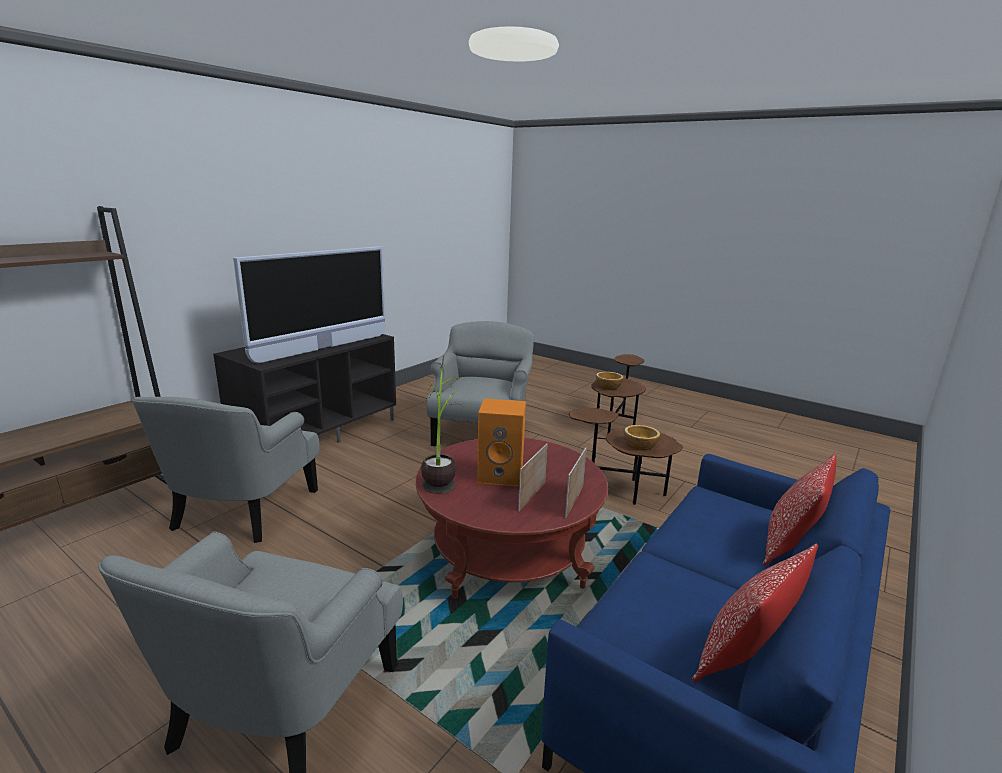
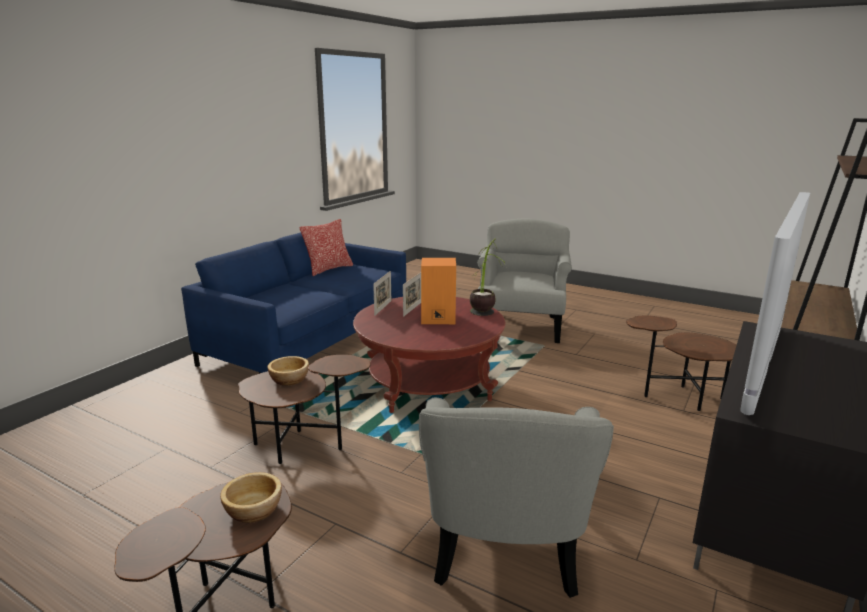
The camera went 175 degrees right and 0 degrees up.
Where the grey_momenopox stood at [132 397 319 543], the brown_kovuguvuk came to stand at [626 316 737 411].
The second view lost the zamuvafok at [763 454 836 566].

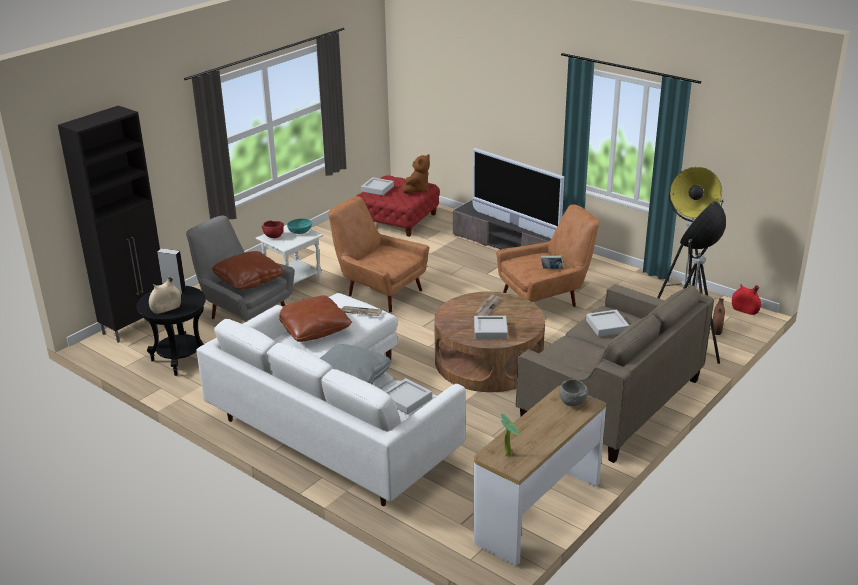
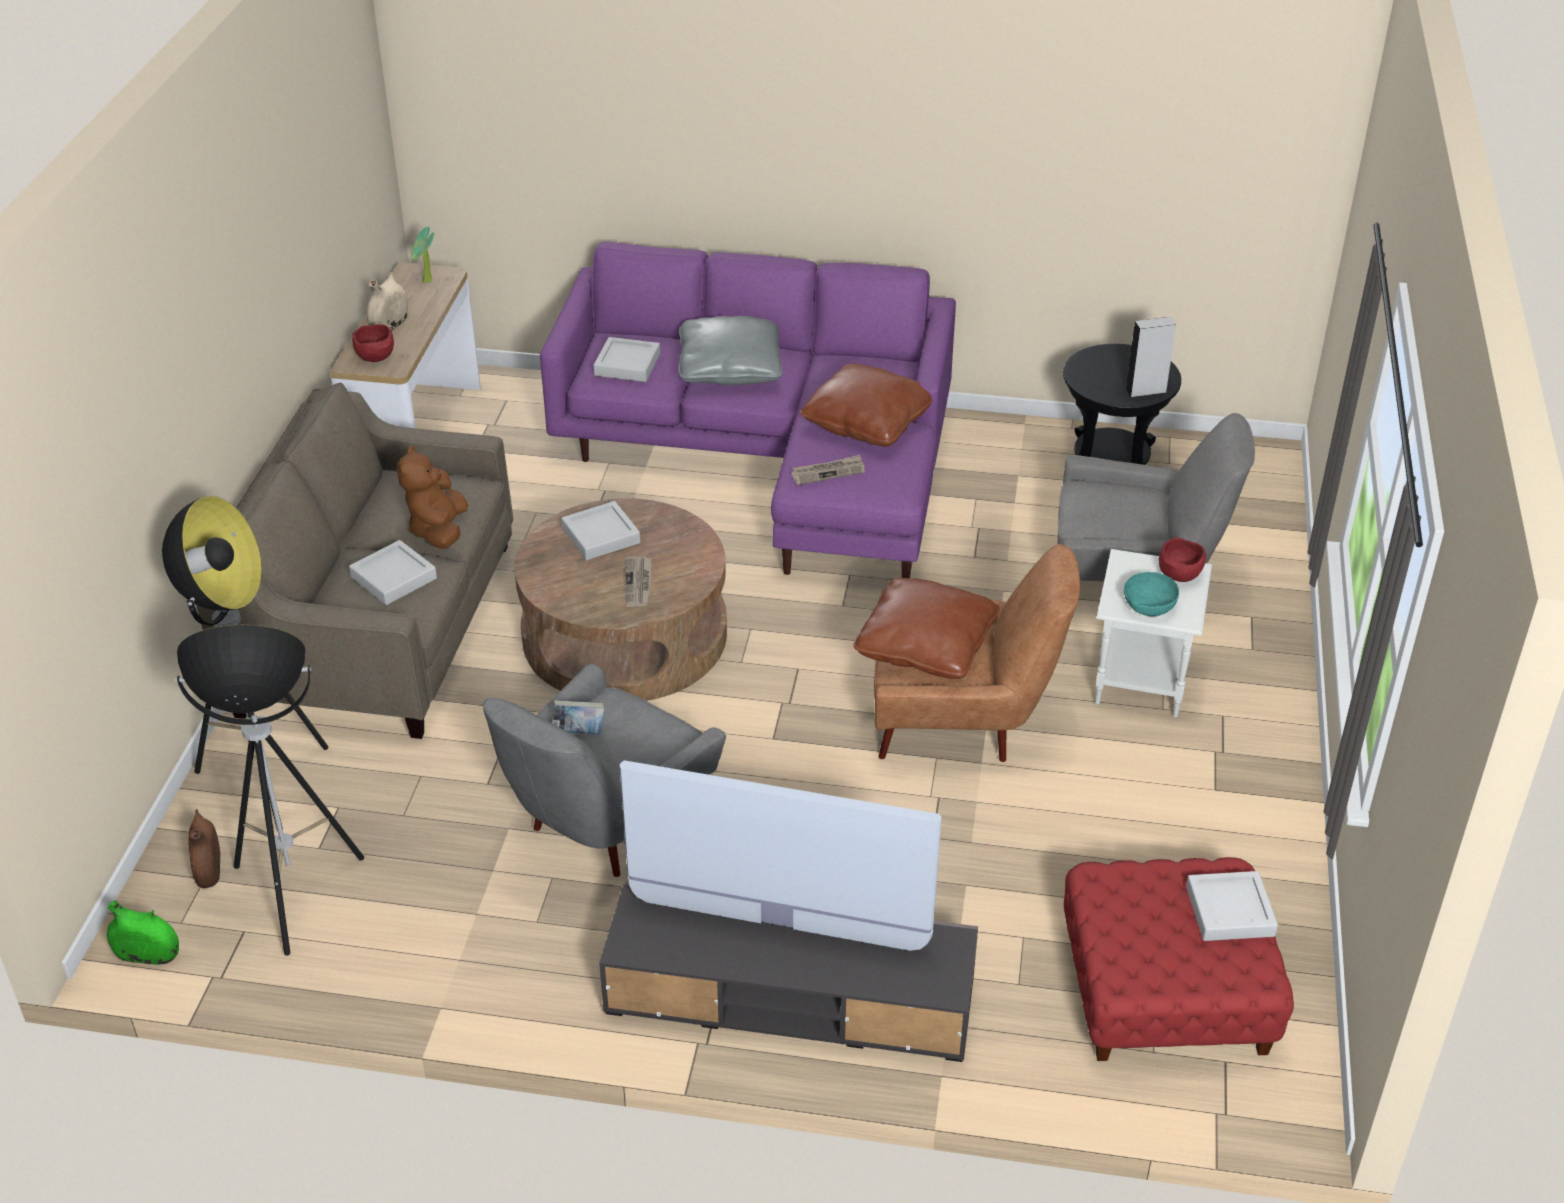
The camera went 150 degrees right and 10 degrees up.
The second view lost the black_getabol at [58 106 162 343].
The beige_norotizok ended up elsewhere, having gone from [149 276 181 314] to [367 272 408 331].
What was the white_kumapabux at [196 293 466 506] turned into the purple_kumapabux at [540 242 956 578].
The brown_zamuvafok ended up elsewhere, having gone from [212 251 284 290] to [853 578 1000 679].
The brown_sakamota ended up elsewhere, having gone from [402 154 430 194] to [397 446 468 549].
What was the brown_momenopox at [496 204 599 307] turned into the grey_momenopox at [483 664 726 877].
What was the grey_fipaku at [559 379 588 407] turned into the red_fipaku at [352 324 394 362].
What was the red_norotizok at [732 284 761 315] turned into the green_norotizok at [107 900 179 965].

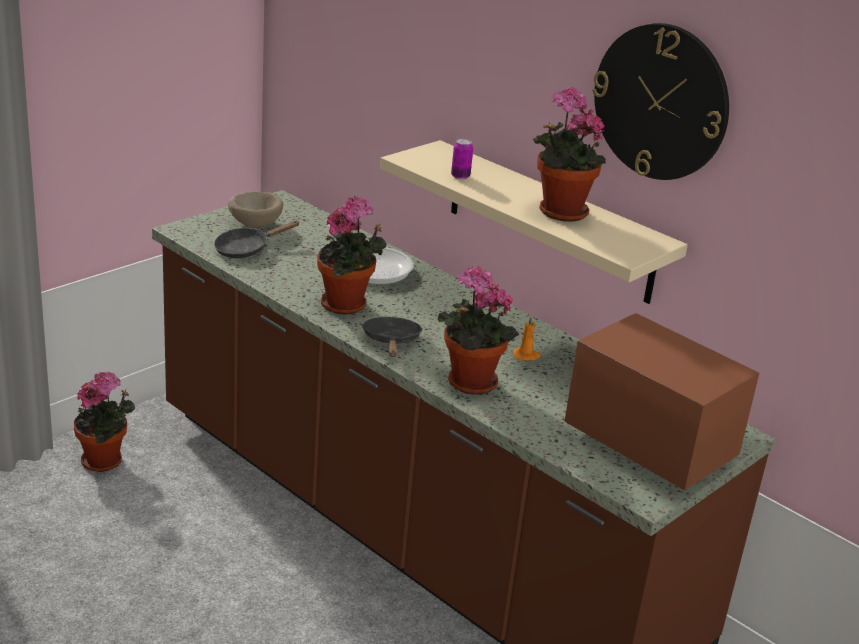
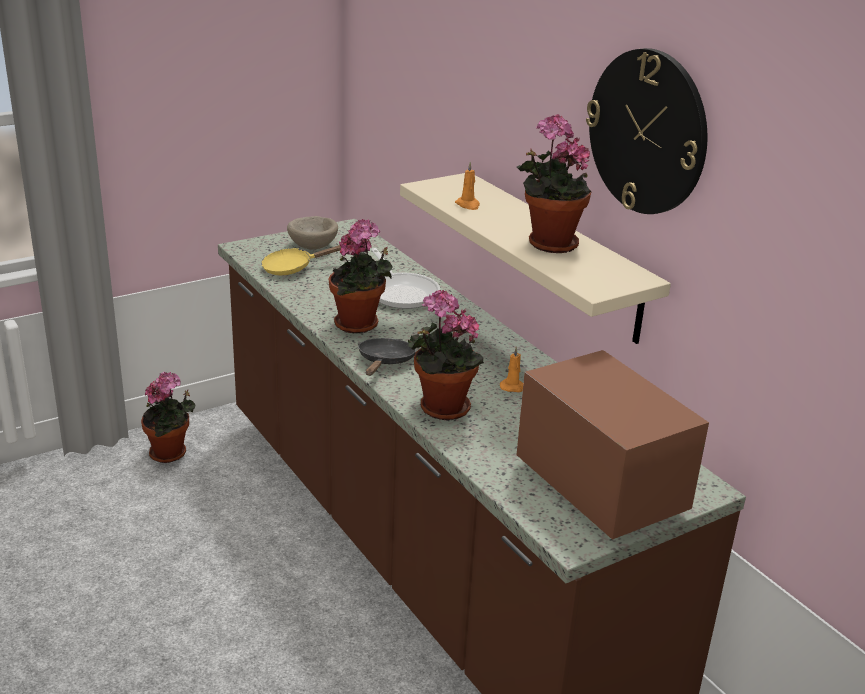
The camera went 15 degrees right and 0 degrees up.
What was the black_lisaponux at [214 221 300 258] turned into the yellow_lisaponux at [261 245 341 275].
Where the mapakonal stood at [451 139 473 179], the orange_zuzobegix came to stand at [455 162 480 210].

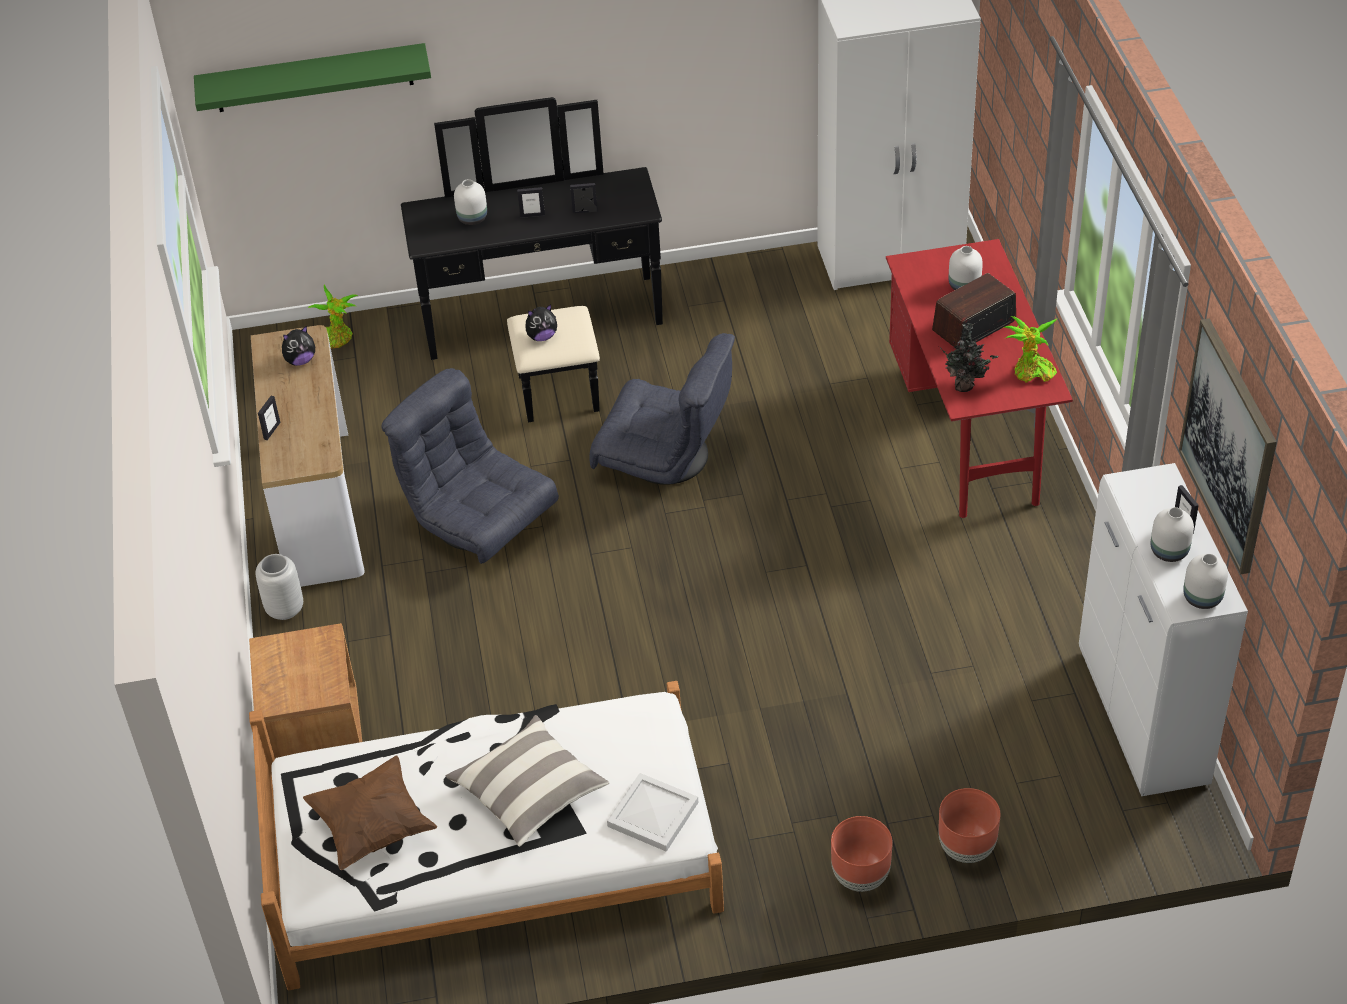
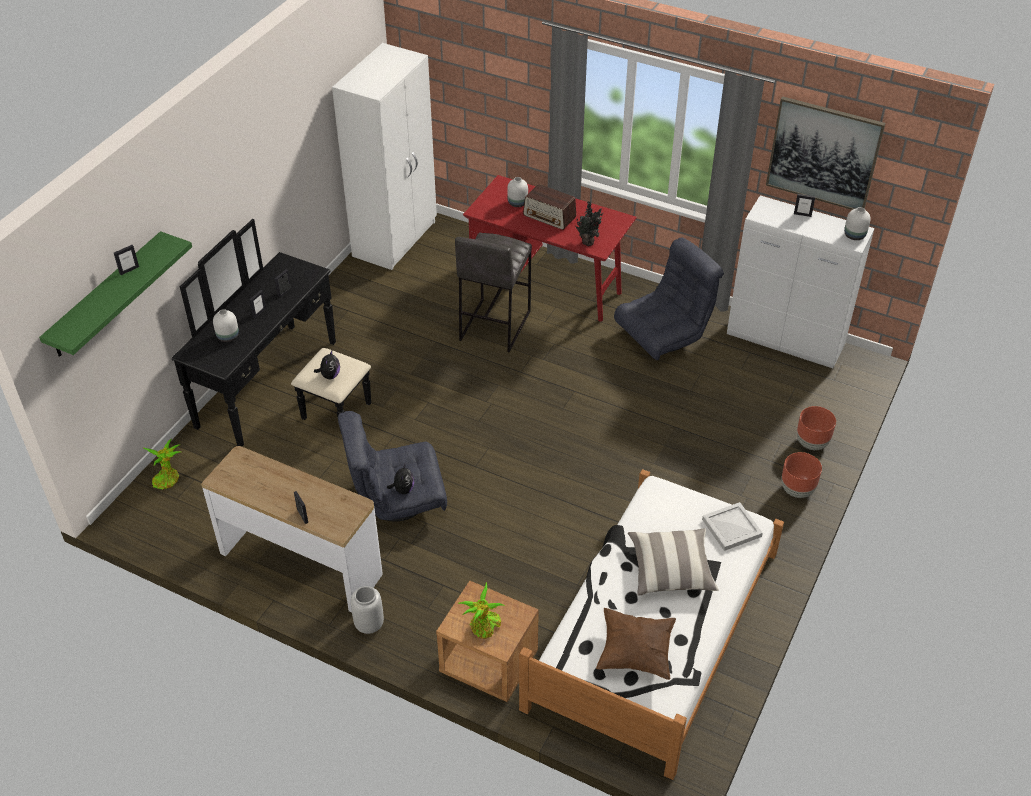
The camera went 55 degrees left and 0 degrees up.
The sakamota ended up elsewhere, having gone from [282 325 315 366] to [387 464 414 494].
The grey_momenopox ended up elsewhere, having gone from [589 333 735 485] to [614 237 724 360].
The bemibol at [932 273 1016 347] ended up facing another way, 60 degrees counterclockwise from before.
The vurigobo ended up elsewhere, having gone from [1004 316 1058 383] to [458 582 505 639].
The second view lost the white_norotizok at [1151 507 1194 562].
The second view gained the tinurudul at [114 245 139 275].
The second view gained the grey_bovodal at [455 232 532 353].

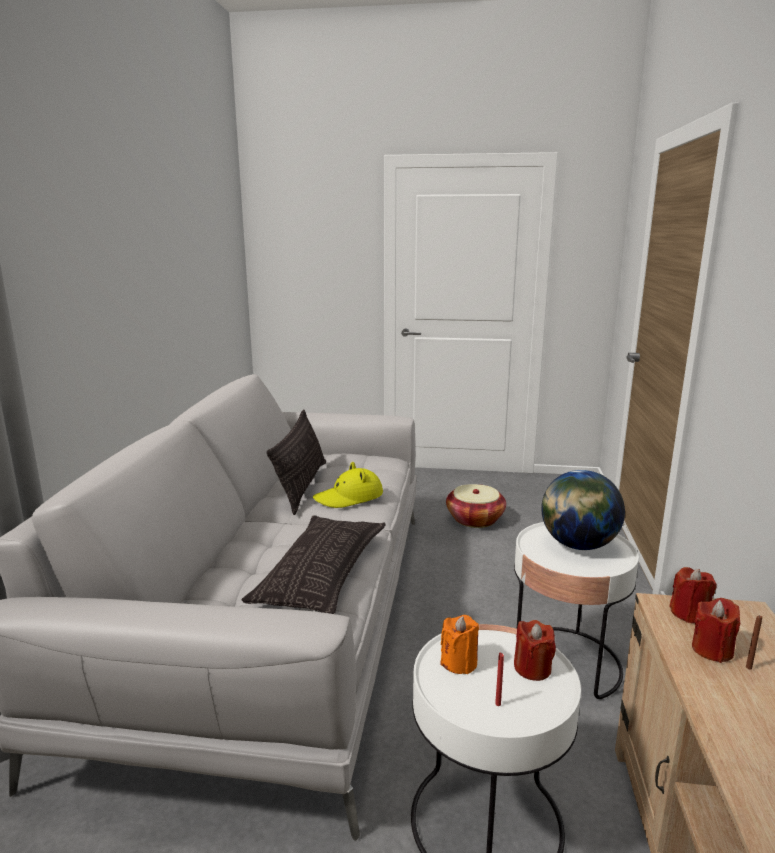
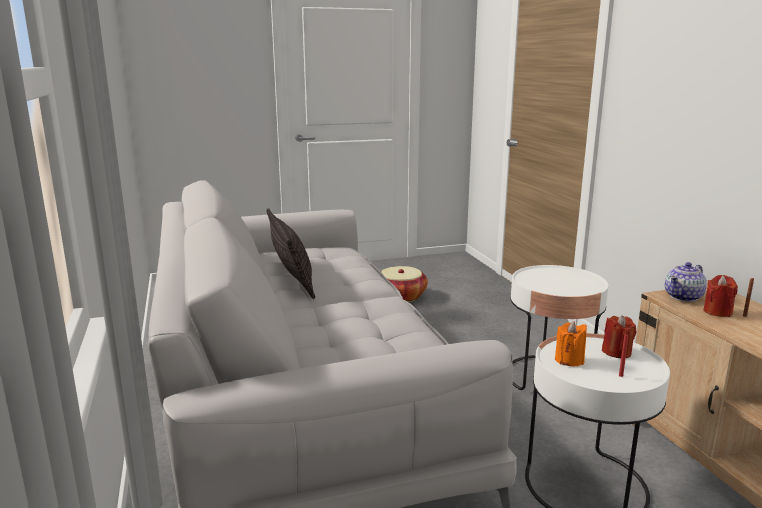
The camera went 25 degrees left and 0 degrees up.
The second view lost the zamuvafok at [242 515 385 614].
The second view lost the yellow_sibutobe at [313 462 383 508].
The second view lost the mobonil at [541 470 625 550].
Where the red_zuzobegix stood at [669 567 717 623], the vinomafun came to stand at [665 262 707 302].

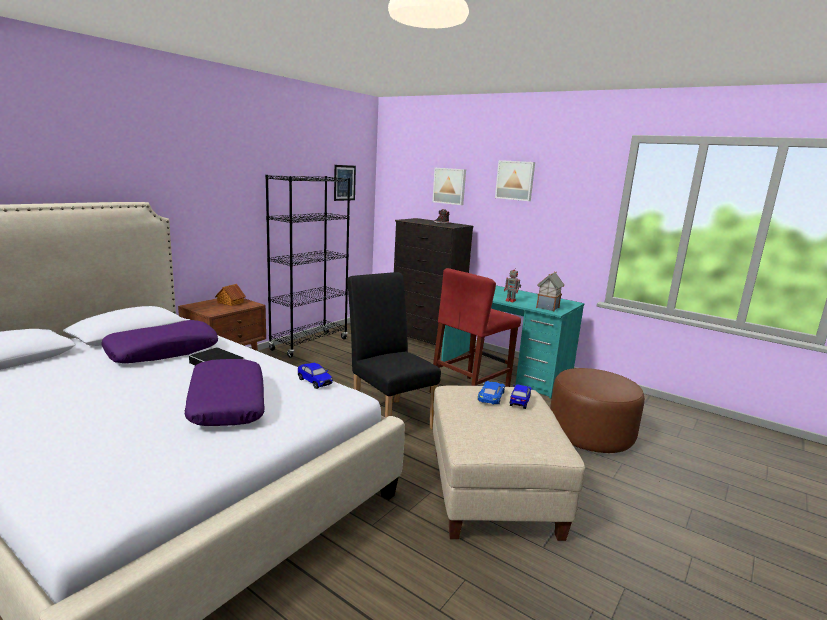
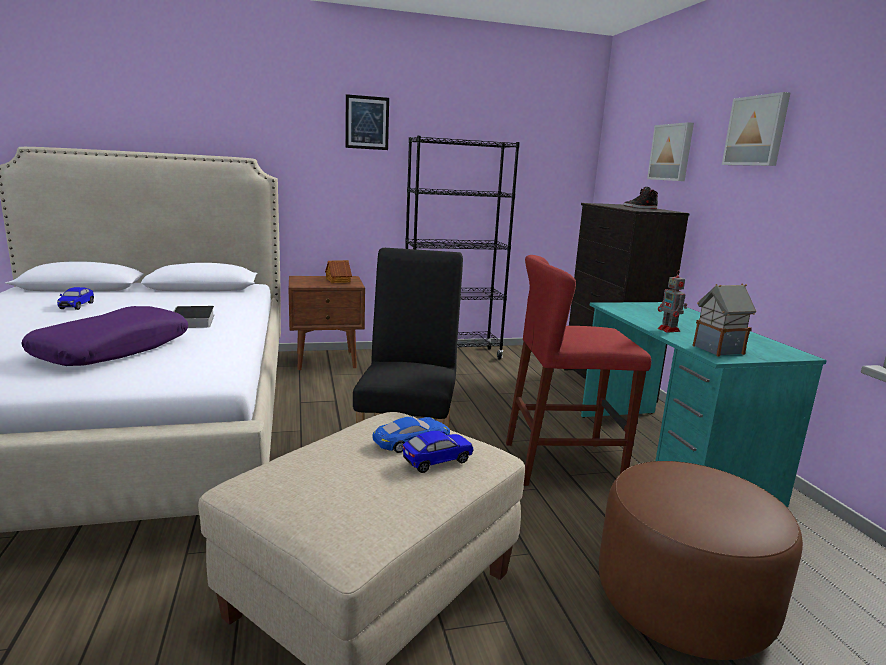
The camera went 40 degrees right and 0 degrees up.
The second view lost the purple_zamuvafok at [101 320 218 363].
The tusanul ended up elsewhere, having gone from [298 363 333 389] to [57 287 94 310].
The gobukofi ended up elsewhere, having gone from [334 165 356 201] to [345 94 389 150].

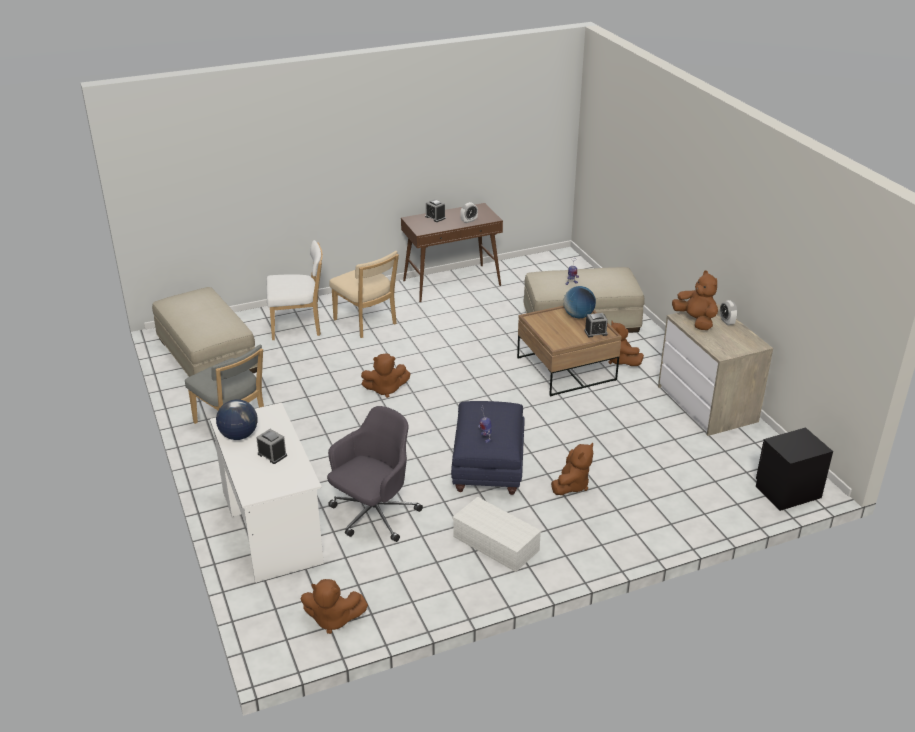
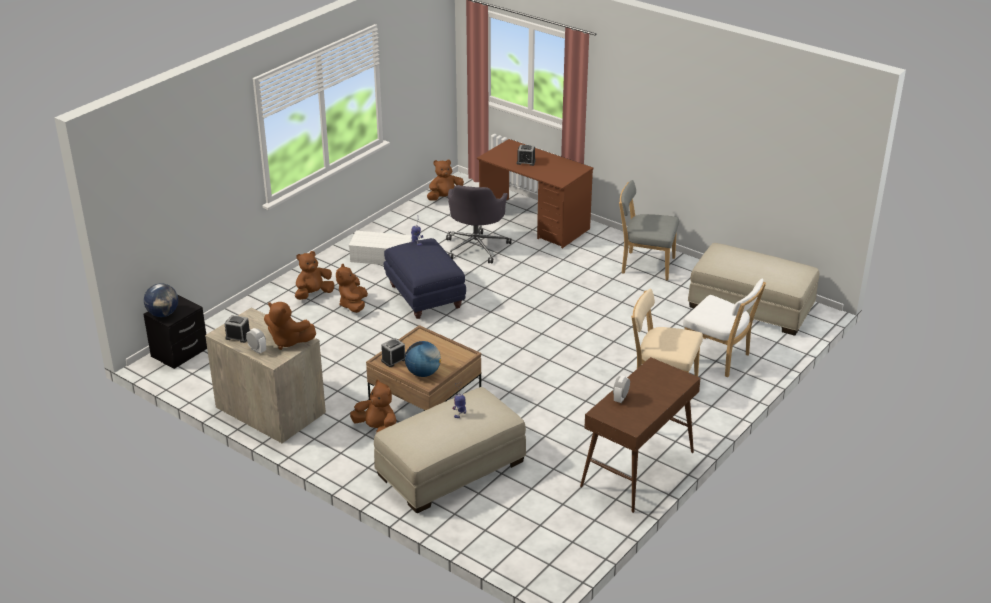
The camera went 150 degrees right and 0 degrees up.
What was the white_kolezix at [210 403 324 583] turned into the brown_kolezix at [477 139 594 248].
The mobonil ended up elsewhere, having gone from [216 399 258 440] to [144 283 178 317].
The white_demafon at [266 240 323 340] ended up facing another way, 105 degrees counterclockwise from before.
The brown_sakamota ended up elsewhere, having gone from [361 353 410 398] to [295 251 334 300].
The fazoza ended up elsewhere, having gone from [425 199 446 222] to [224 315 250 343].

